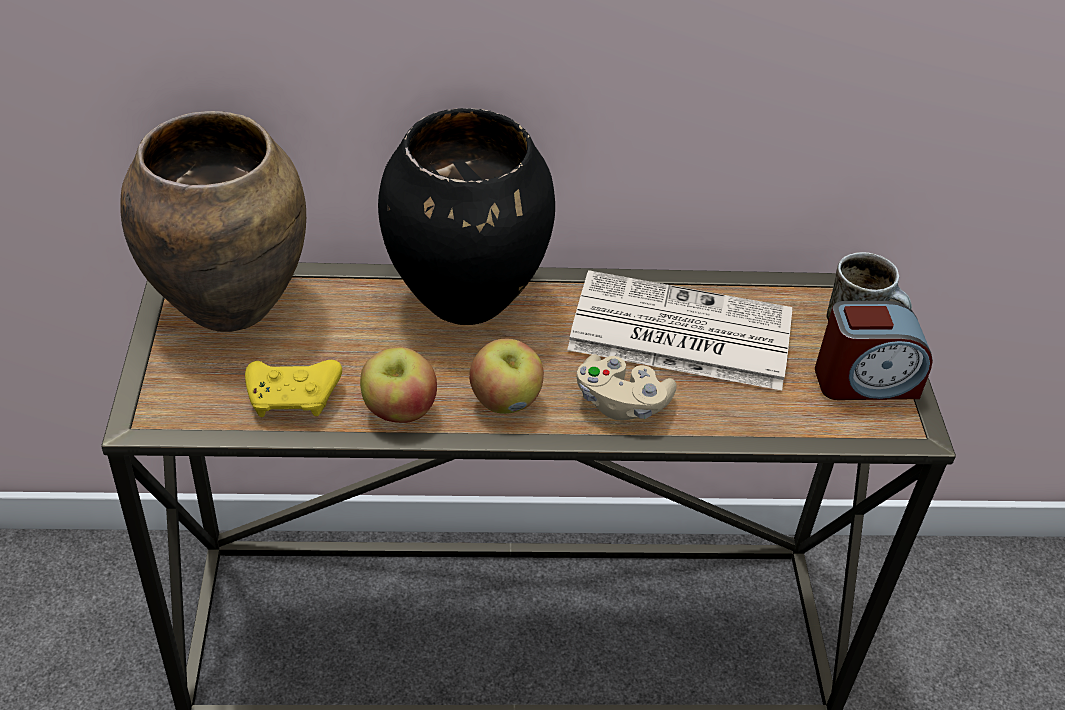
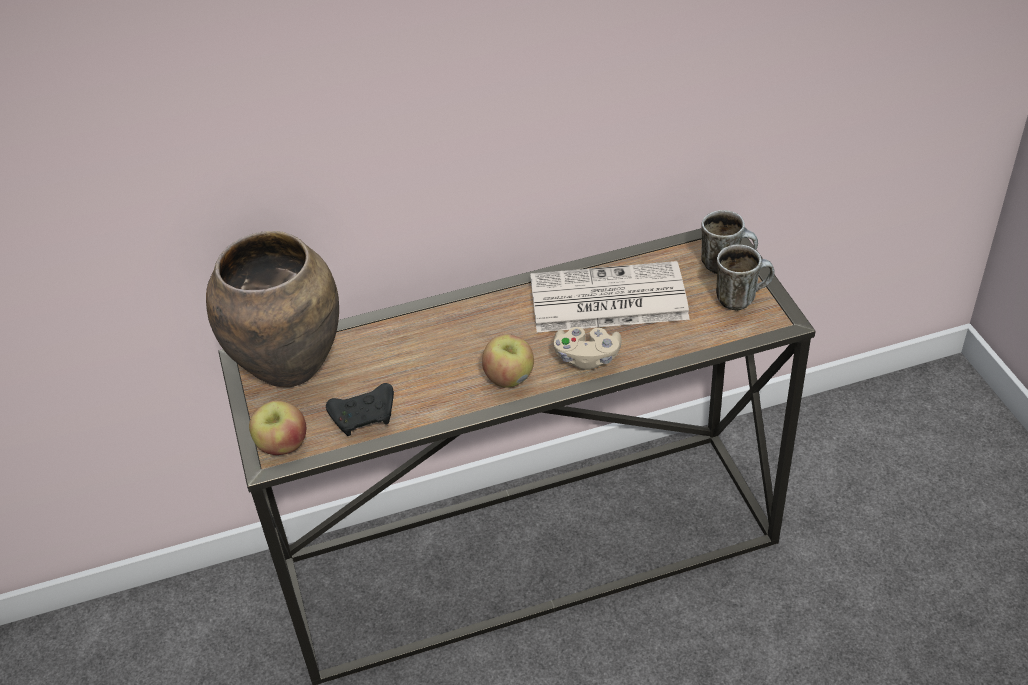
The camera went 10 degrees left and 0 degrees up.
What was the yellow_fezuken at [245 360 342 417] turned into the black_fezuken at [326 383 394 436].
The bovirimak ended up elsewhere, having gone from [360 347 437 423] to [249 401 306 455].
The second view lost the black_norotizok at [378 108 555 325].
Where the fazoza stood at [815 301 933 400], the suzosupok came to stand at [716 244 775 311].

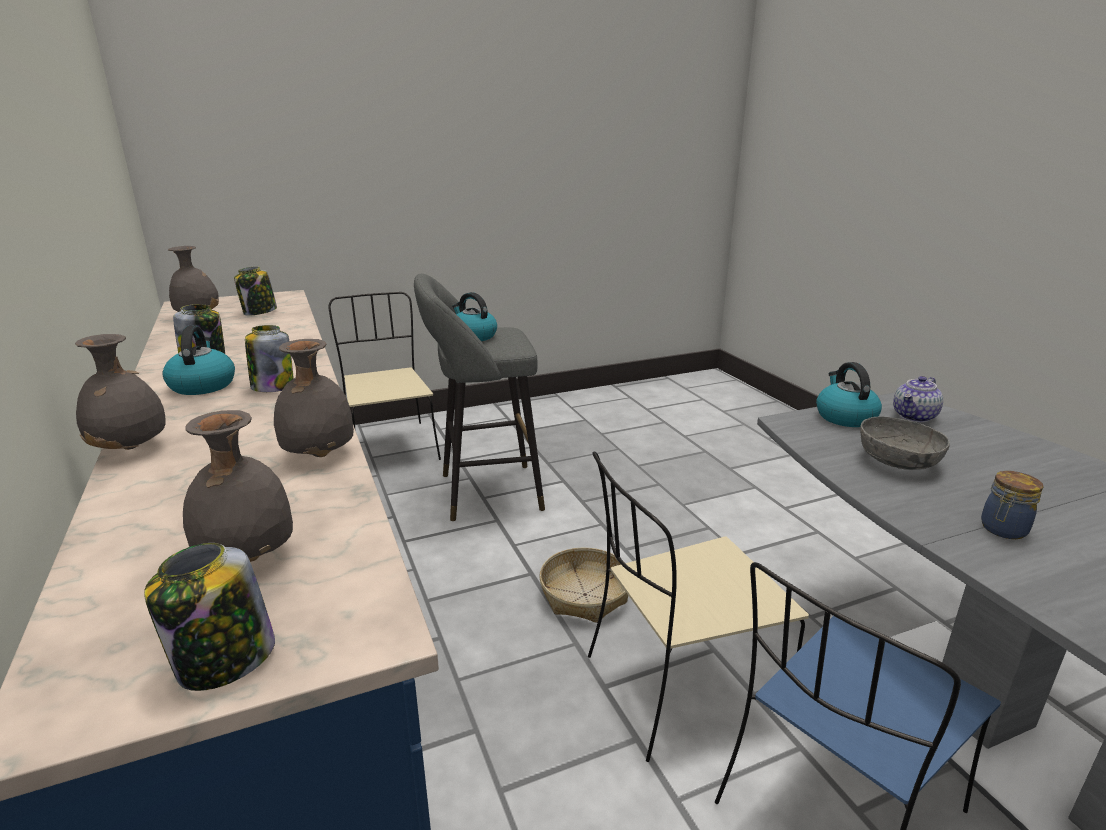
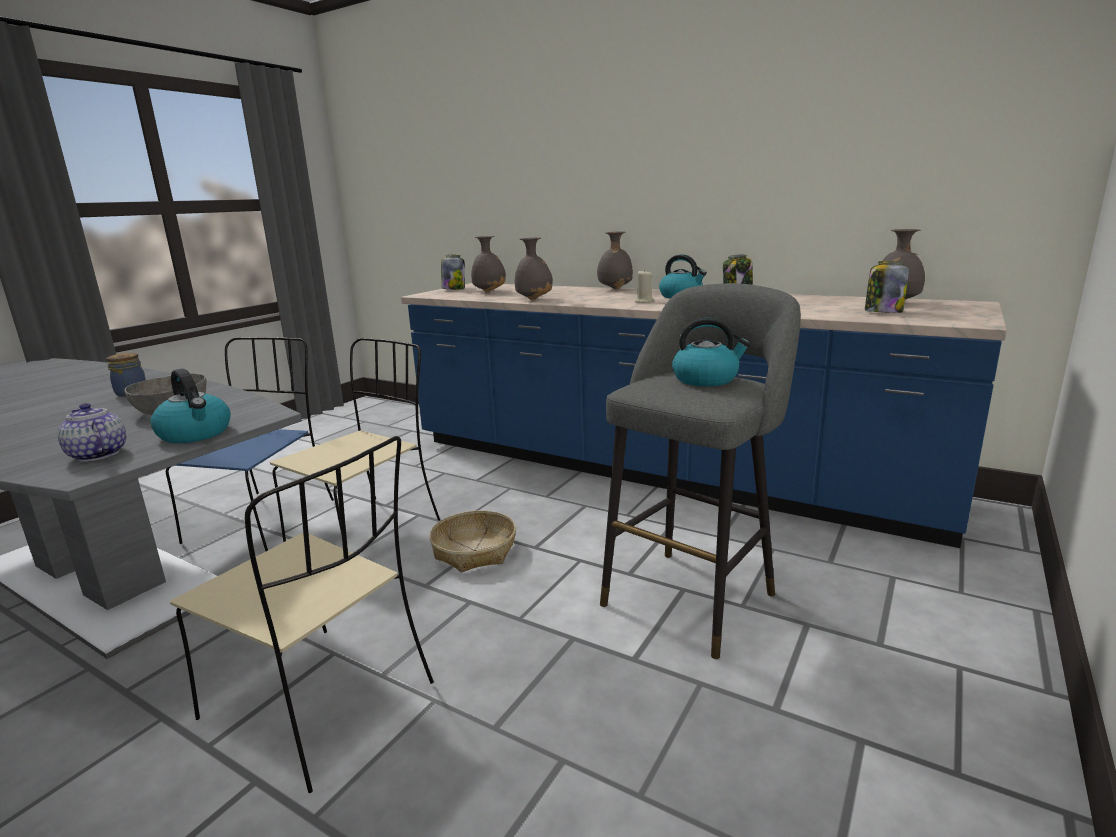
The camera went 145 degrees right and 5 degrees down.
Where the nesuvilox stood at [245 325 294 392], the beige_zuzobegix came to stand at [635 269 654 303].
The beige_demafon ended up elsewhere, having gone from [328 292 441 460] to [170 436 434 793].
The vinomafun at [893 376 943 422] ended up facing another way, 60 degrees counterclockwise from before.

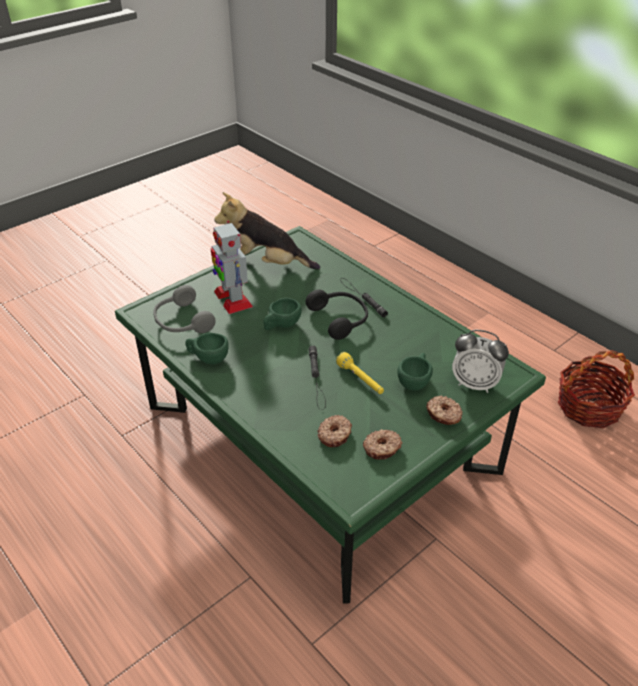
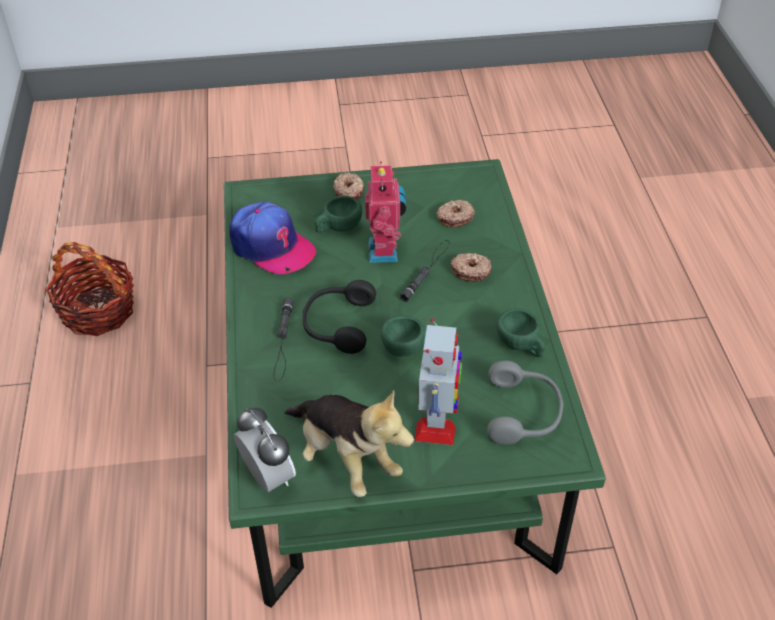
The camera went 145 degrees left and 5 degrees up.
Where the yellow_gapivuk stood at [336 352 384 394], the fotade came to stand at [365 161 406 263].
The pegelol ended up elsewhere, having gone from [363 429 403 460] to [450 253 491 281].
The fazoza ended up elsewhere, having gone from [452 330 509 393] to [234 407 296 492].
The second view gained the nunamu at [229 201 316 274].

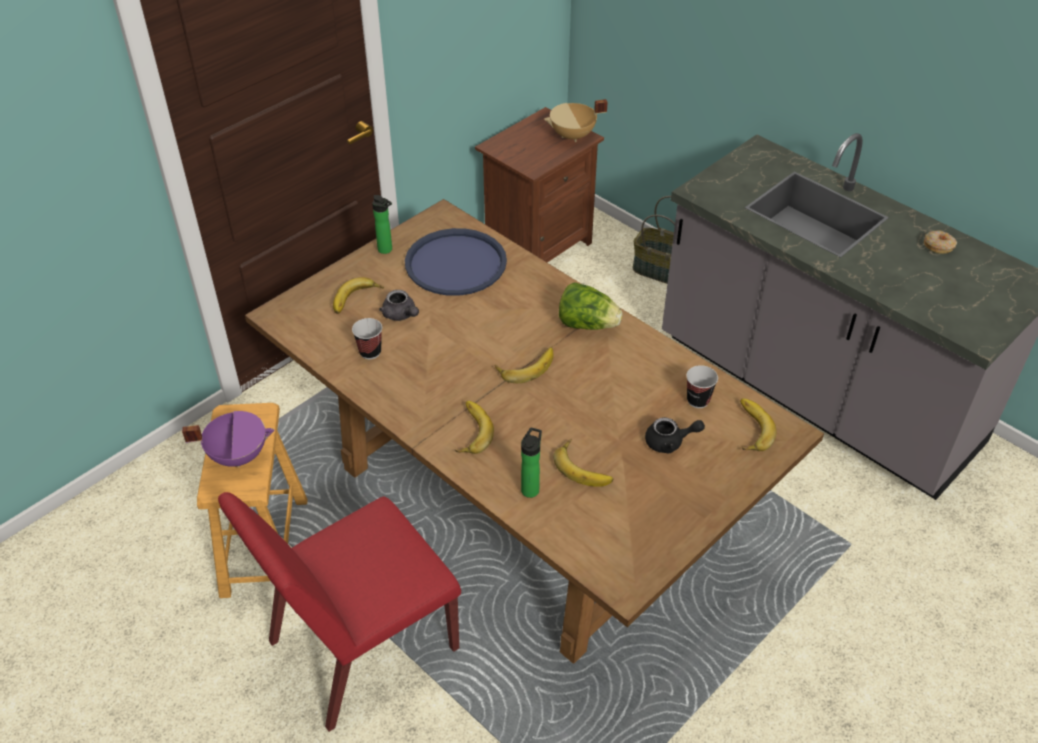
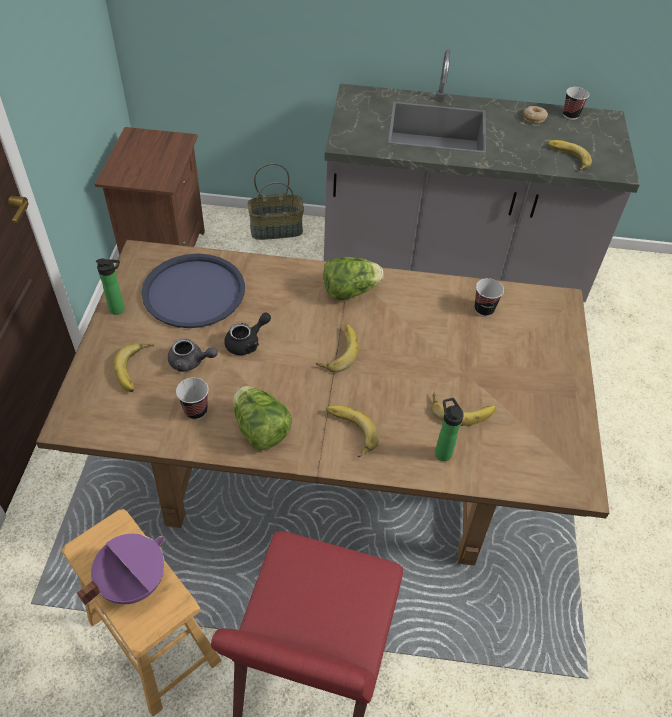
The camera went 40 degrees left and 5 degrees up.
The second view lost the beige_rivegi at [544 99 608 142].
The black_vinomafun ended up elsewhere, having gone from [645 417 705 453] to [224 312 271 355].
The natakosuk ended up elsewhere, having gone from [740 398 776 451] to [547 140 592 171].
The second view gained the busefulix at [233 386 292 450].
The second view gained the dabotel at [563 87 589 120].

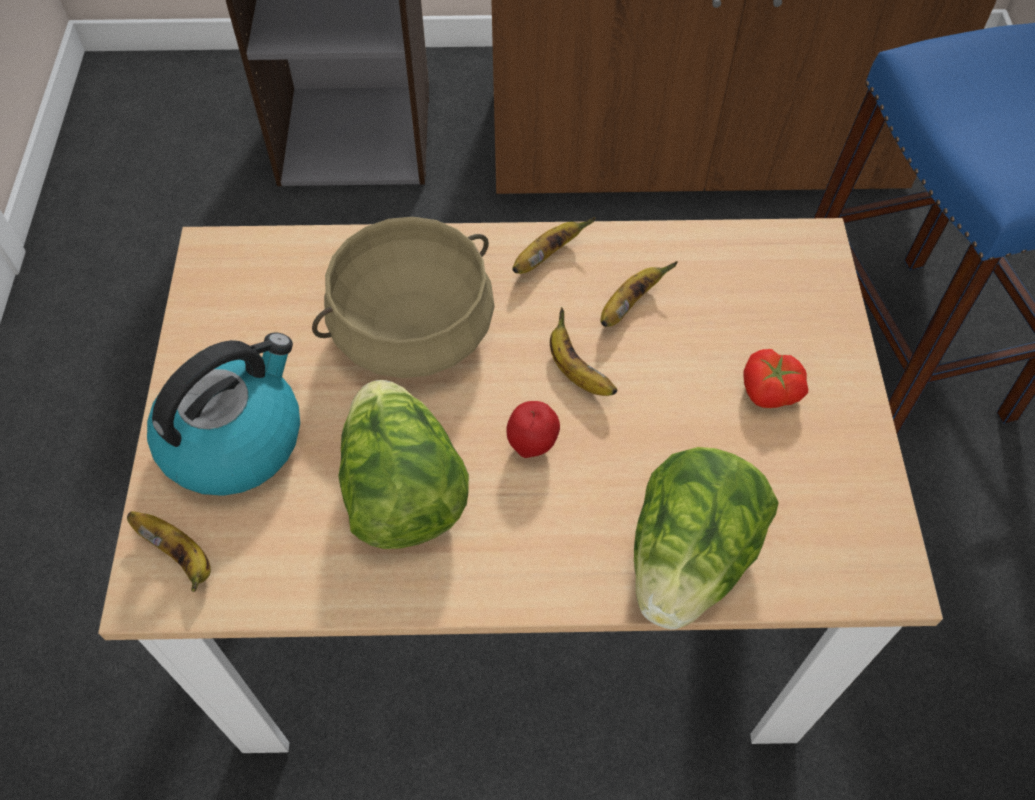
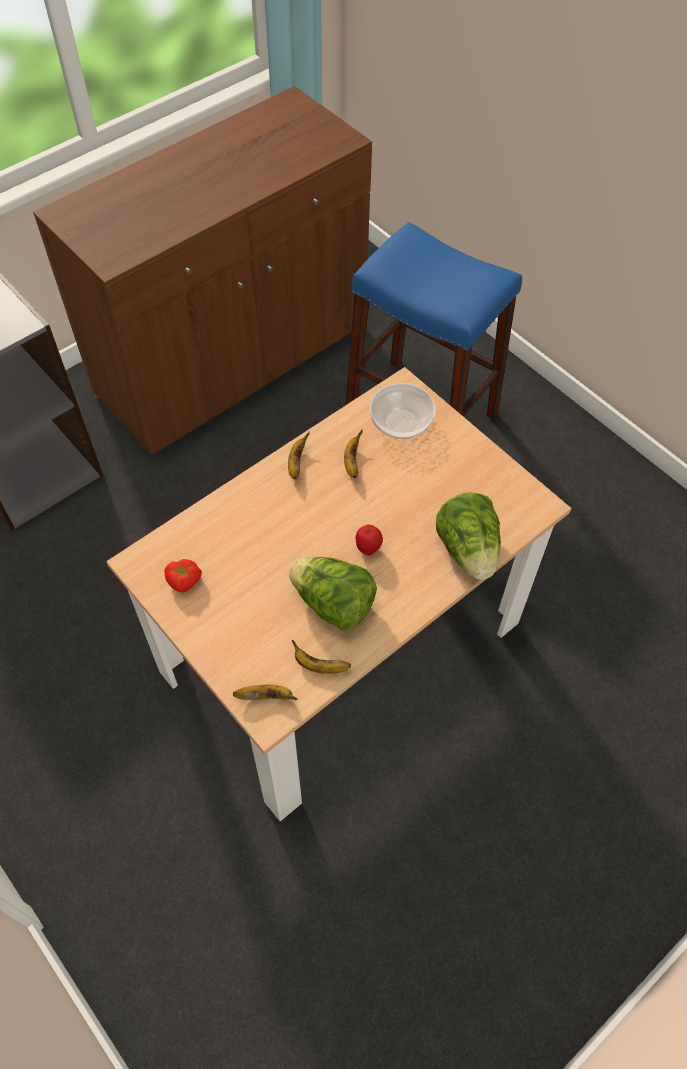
The camera went 40 degrees left and 0 degrees up.
The second view lost the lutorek at [147 333 300 496].
The second view lost the beige_rivegi at [312 217 495 378].
The natakosuk ended up elsewhere, having gone from [550 307 617 396] to [292 640 351 674].
The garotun ended up elsewhere, having gone from [743 349 808 408] to [164 559 202 592].
The second view gained the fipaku at [369 383 436 439].

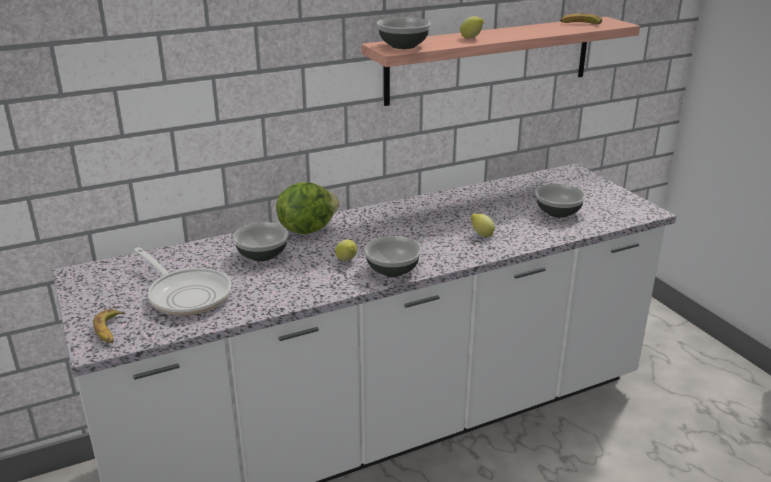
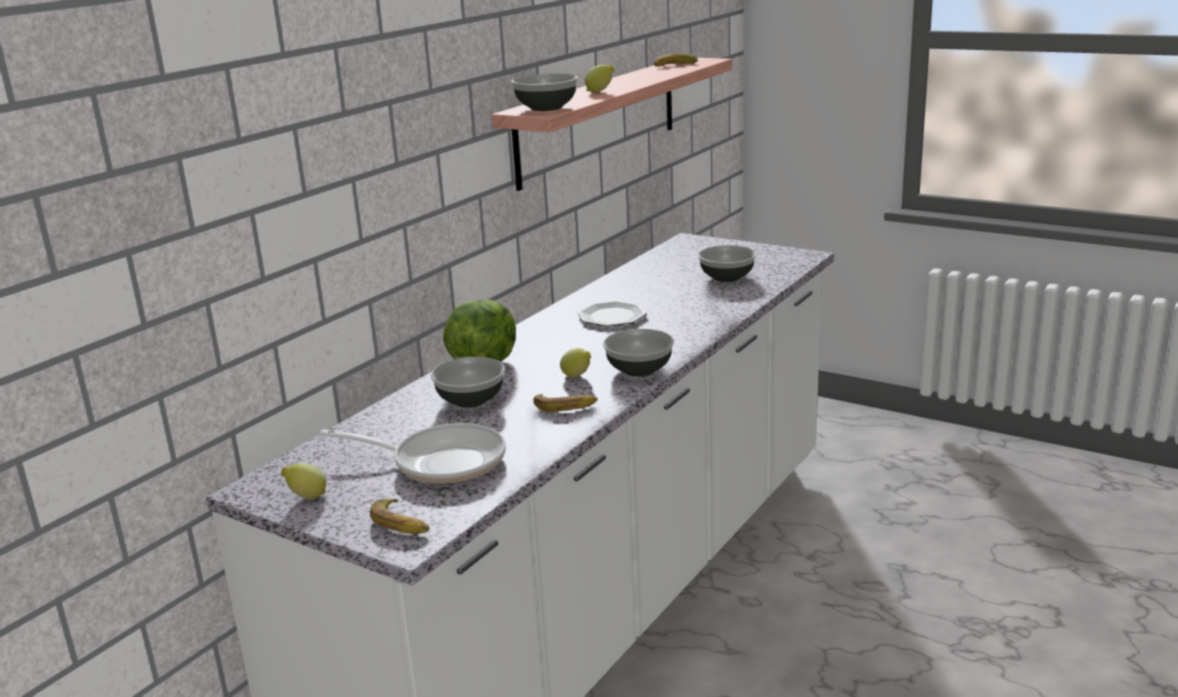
The camera went 30 degrees left and 5 degrees down.
The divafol ended up elsewhere, having gone from [471 213 495 237] to [281 463 326 499].
The second view gained the natakosuk at [533 394 598 412].
The second view gained the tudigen at [577 300 647 327].

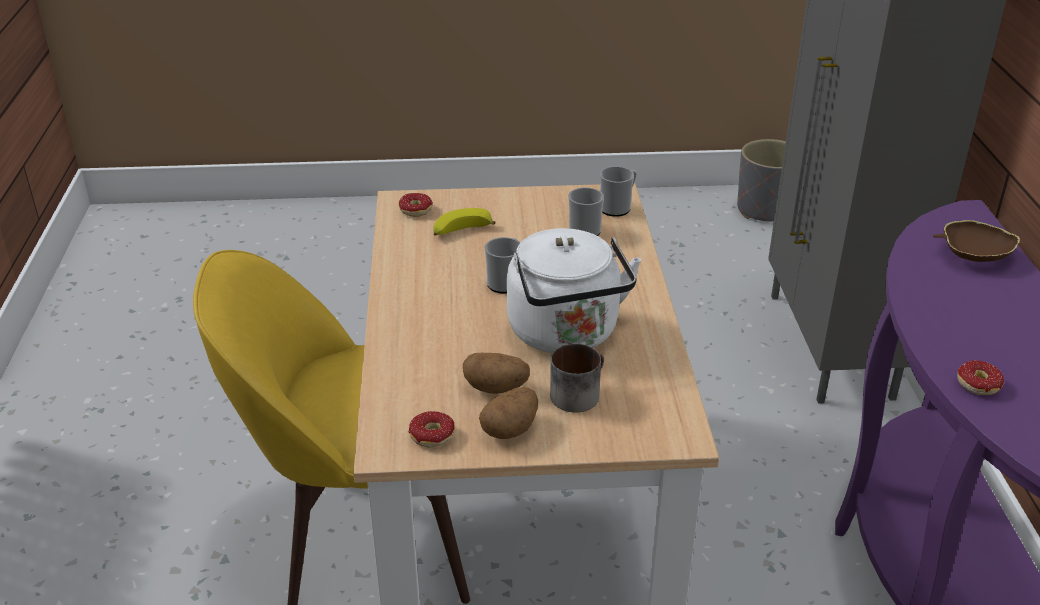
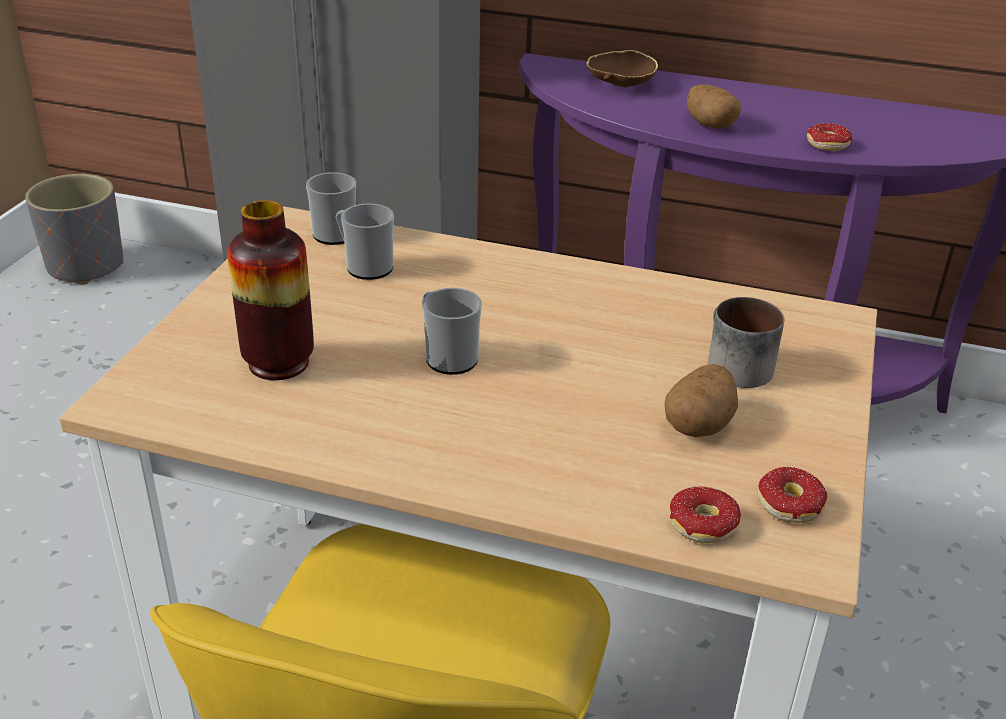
The camera went 70 degrees left and 0 degrees up.
The pegelol ended up elsewhere, having gone from [399 193 433 217] to [670 486 759 546].
Where the natakosuk stood at [433 208 496 236], the norotizok came to stand at [227 200 314 380].
The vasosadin ended up elsewhere, having gone from [479 387 538 439] to [687 84 741 129].
The second view lost the white_lutorek at [507 228 641 353].

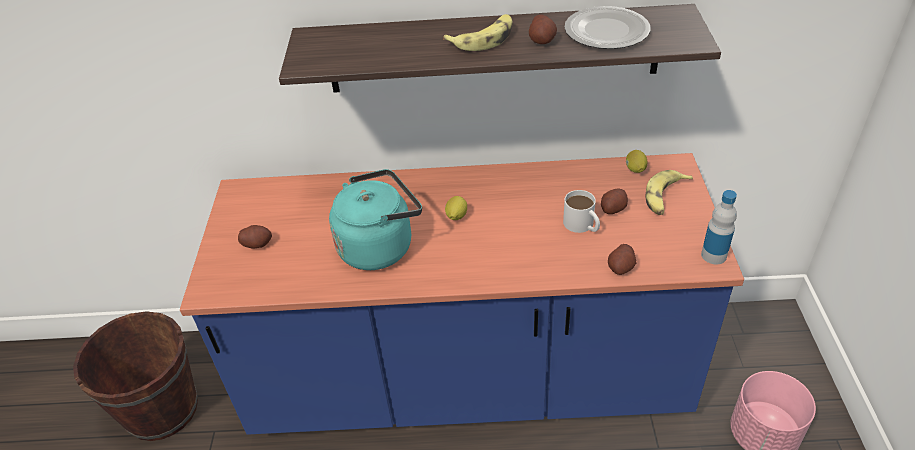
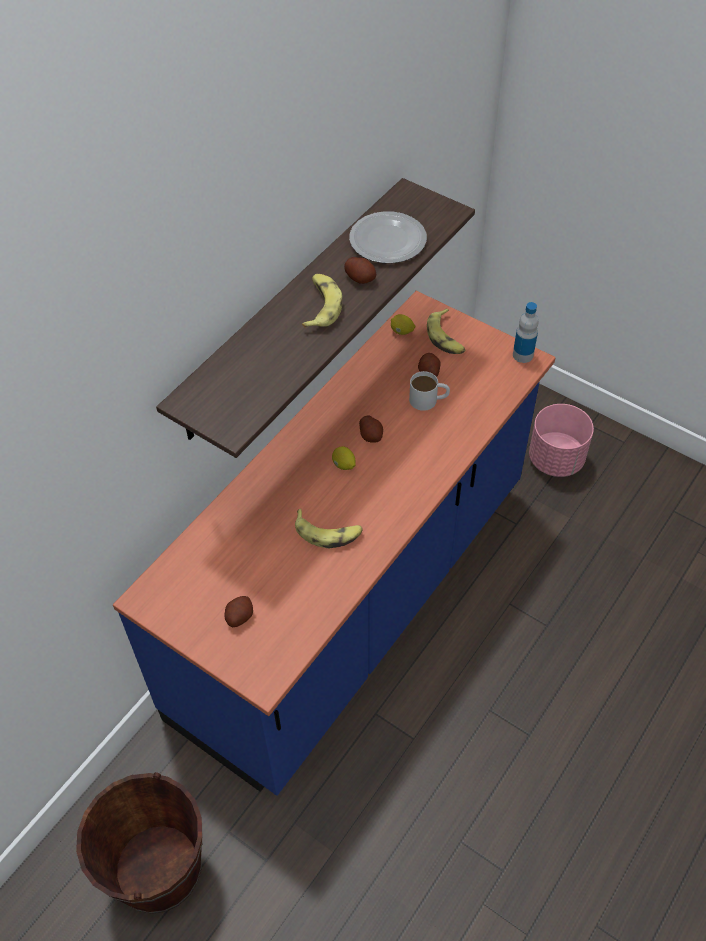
The camera went 55 degrees left and 10 degrees up.
Where the turquoise_lutorek stood at [329 169 422 270], the natakosuk came to stand at [295 509 363 548].
The vasosadin ended up elsewhere, having gone from [608 244 636 275] to [359 416 383 443].

